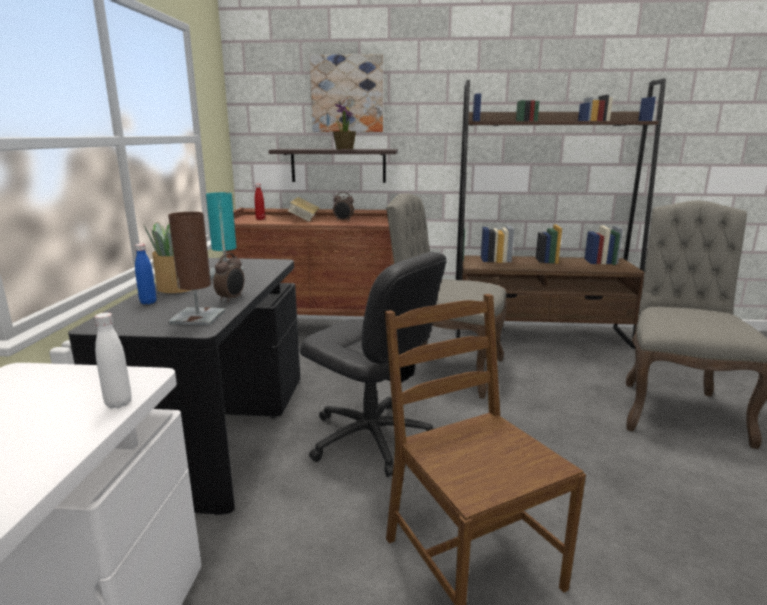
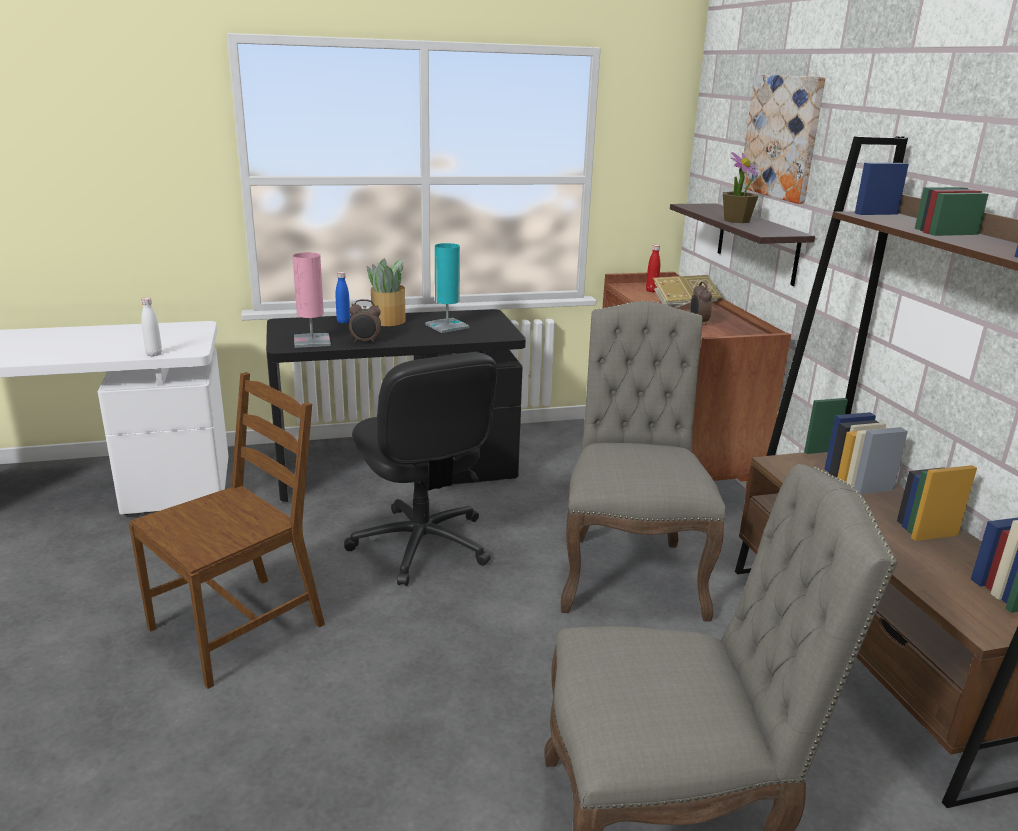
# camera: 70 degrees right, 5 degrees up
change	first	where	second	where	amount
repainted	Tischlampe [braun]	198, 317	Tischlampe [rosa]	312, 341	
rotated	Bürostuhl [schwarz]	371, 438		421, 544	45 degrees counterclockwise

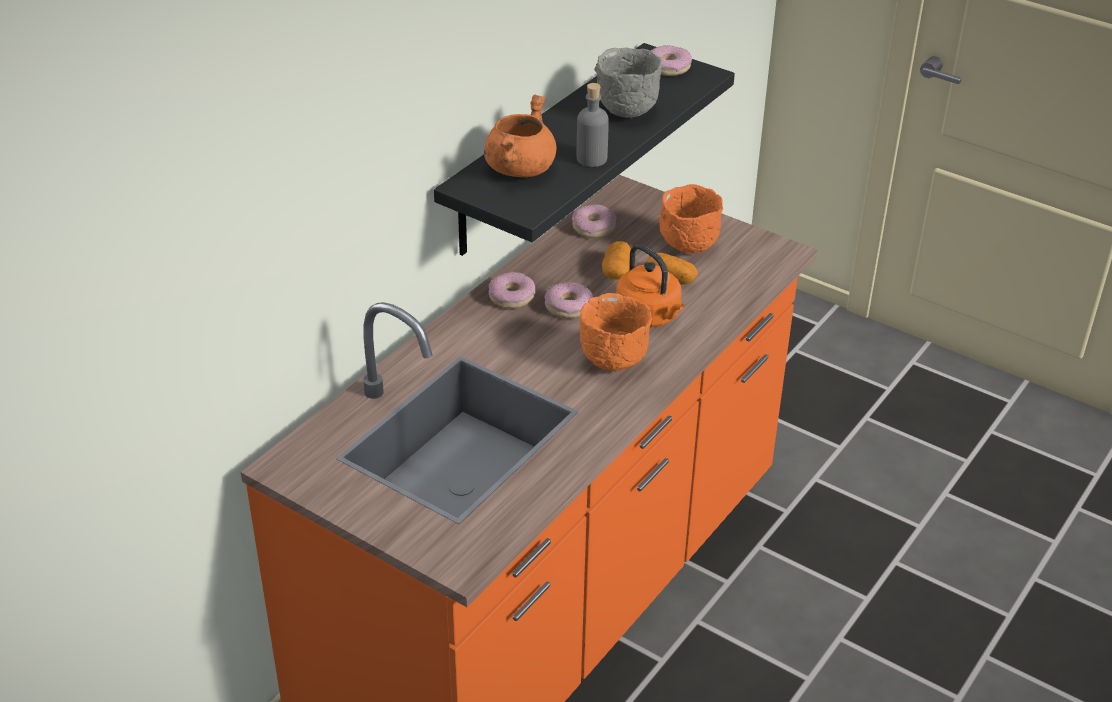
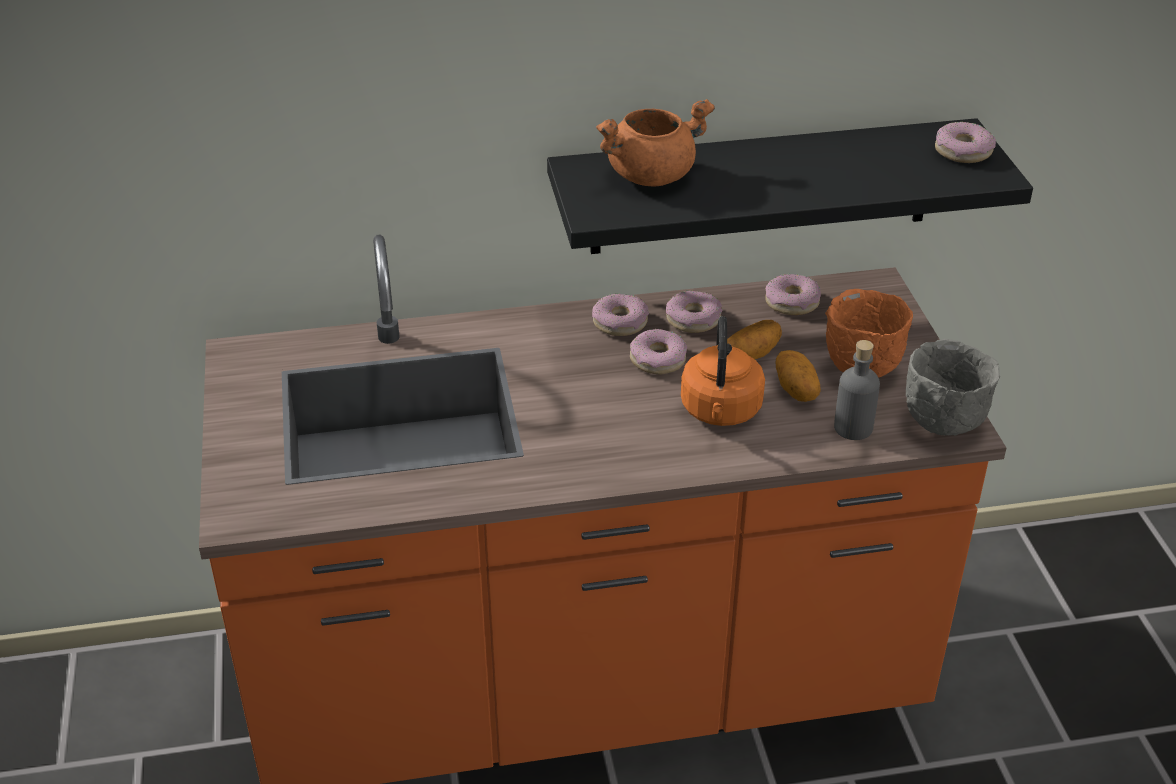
# camera: 45 degrees right, 0 degrees up
change	first	where	second	where	amount
new			Donut	693, 319	
shifted	Flasche [grau]	591, 159		853, 428	
shifted	Schüssel [grau]	625, 112		941, 423	
gone	Schüssel [orange]	612, 361			

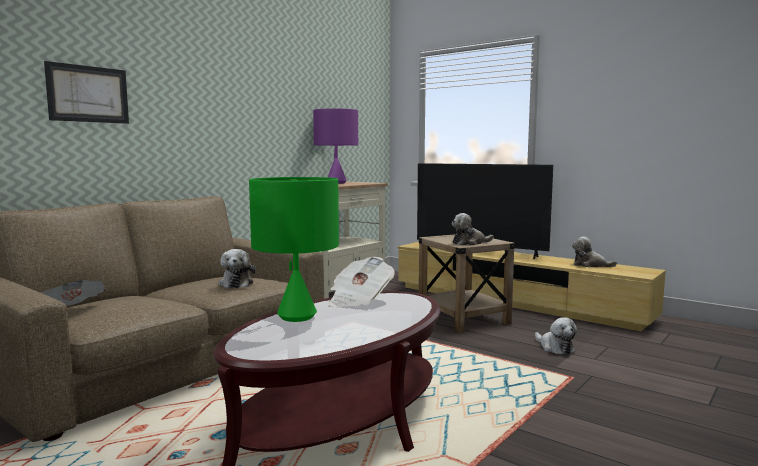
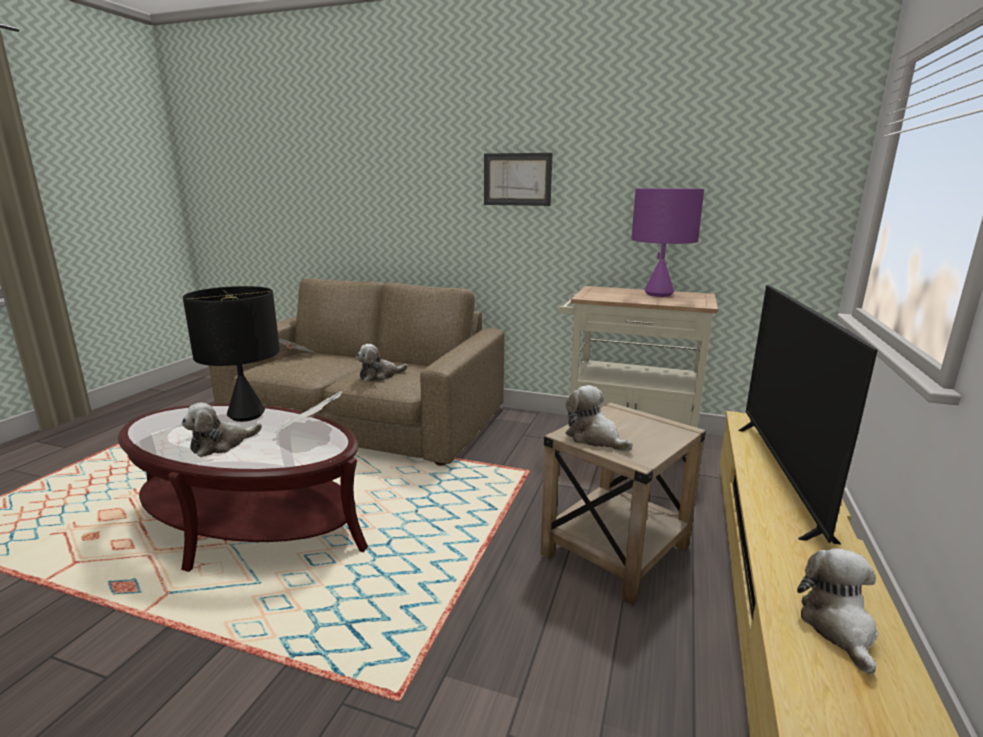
# camera: 70 degrees right, 10 degrees up
change	first	where	second	where	amount
shifted	Plüschtier	555, 348		221, 444	
repainted	Tischlampe [grün]	297, 317	Tischlampe [schwarz]	246, 416	
shifted	Bild	88, 94		517, 179	

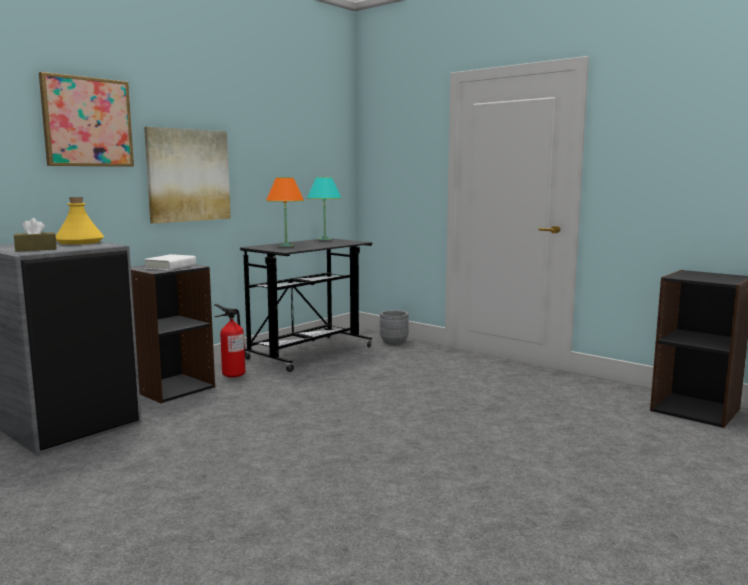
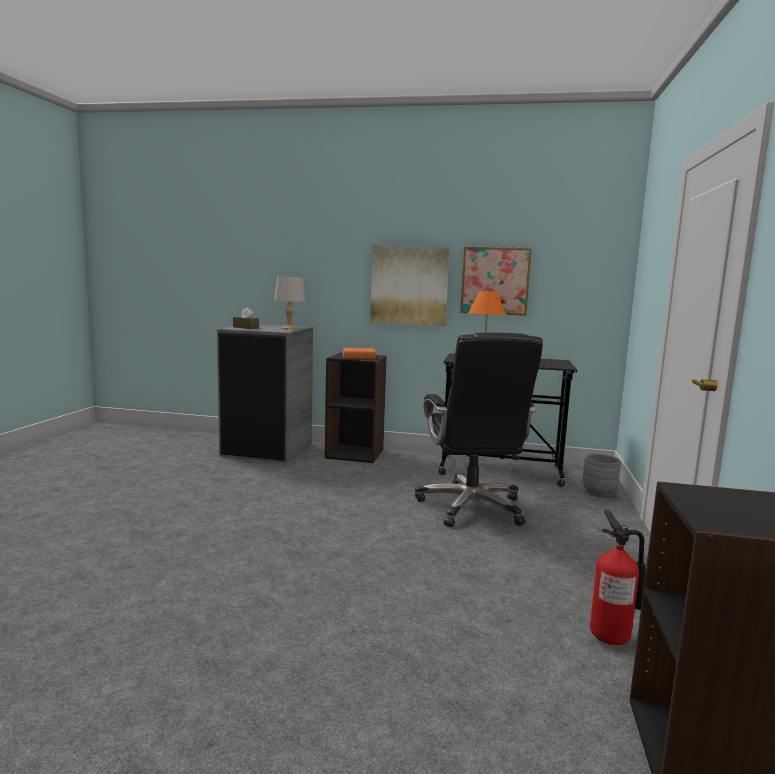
# camera: 60 degrees right, 0 degrees up
change	first	where	second	where	amount
swapped	Flasche [gelb]	79, 242	Tischlampe [grau]	290, 328	
repainted	Buch [weiß]	170, 267	Buch [orange]	358, 357	
new			Bürostuhl [schwarz]	471, 507	
shifted	Bild	87, 122		495, 281	
shifted	Feuerlöscher	234, 375		613, 636	
gone	Tischlampe [türkis]	324, 239			

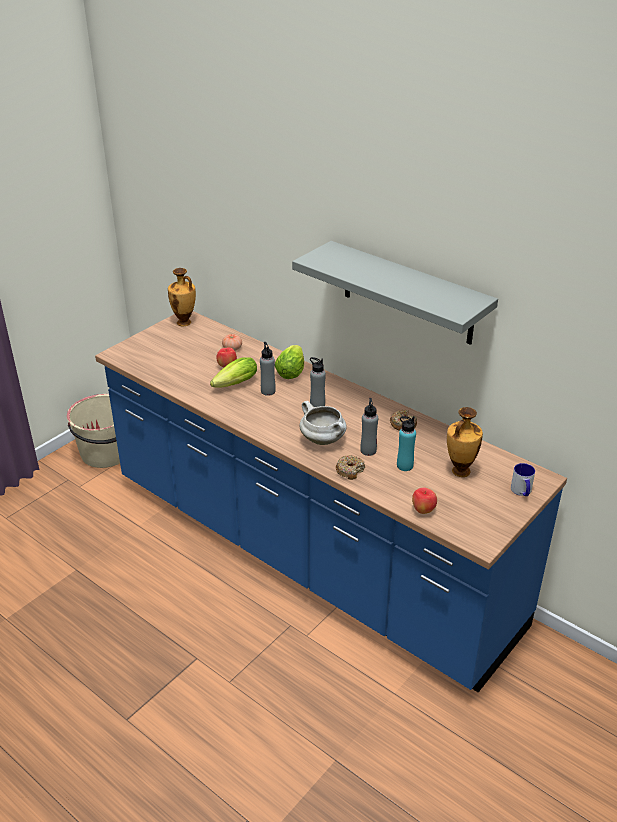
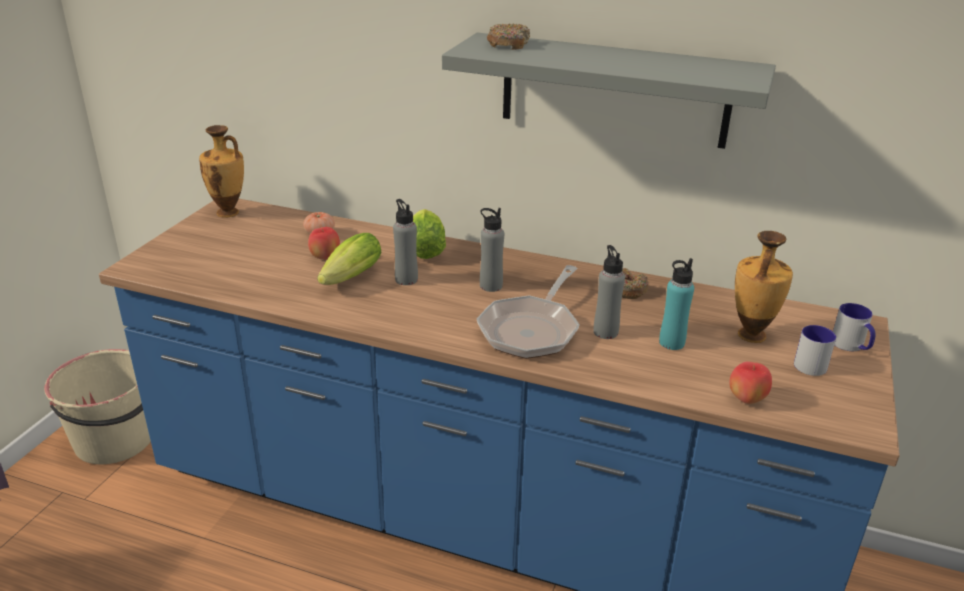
# camera: 20 degrees left, 5 degrees down
change	first	where	second	where	amount
swapped	Kochtopf [weiß]	323, 440	Pfanne	531, 329	
shifted	Donut	350, 470		508, 44	
new			Henkelbecher	814, 364	

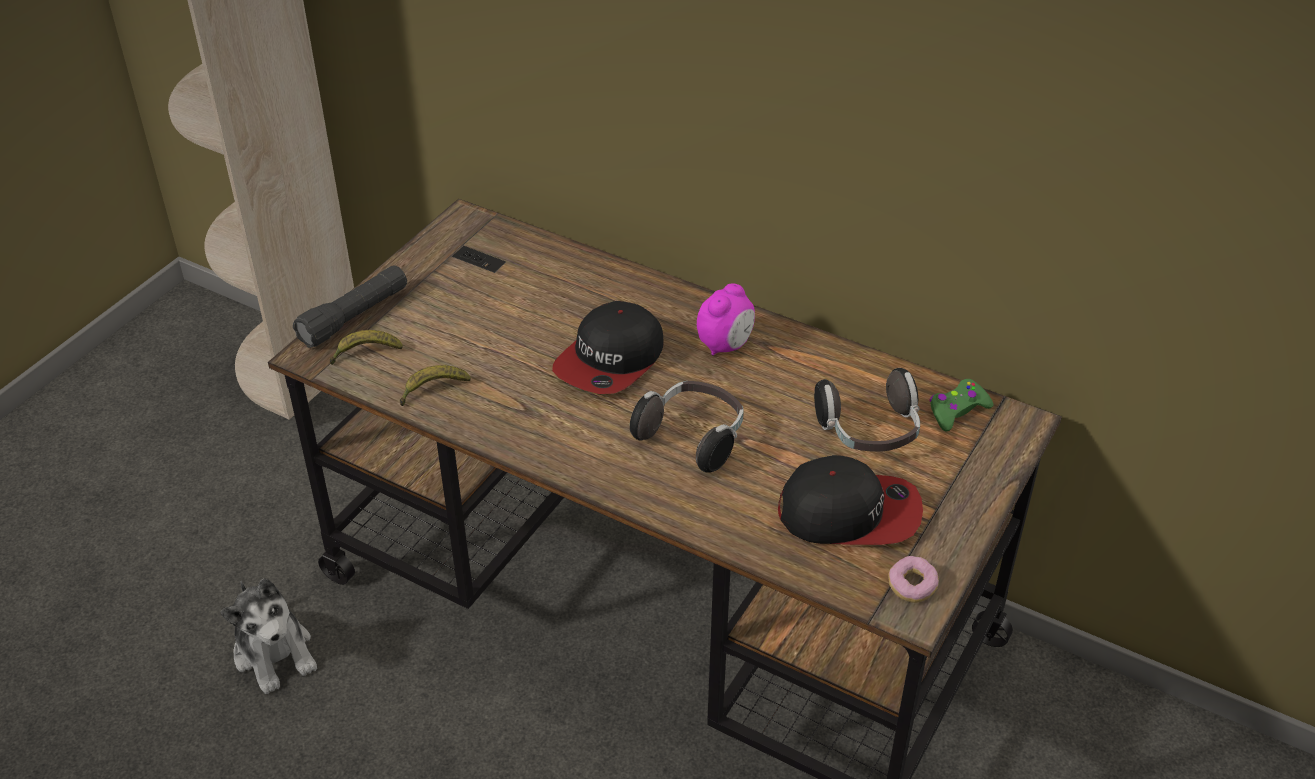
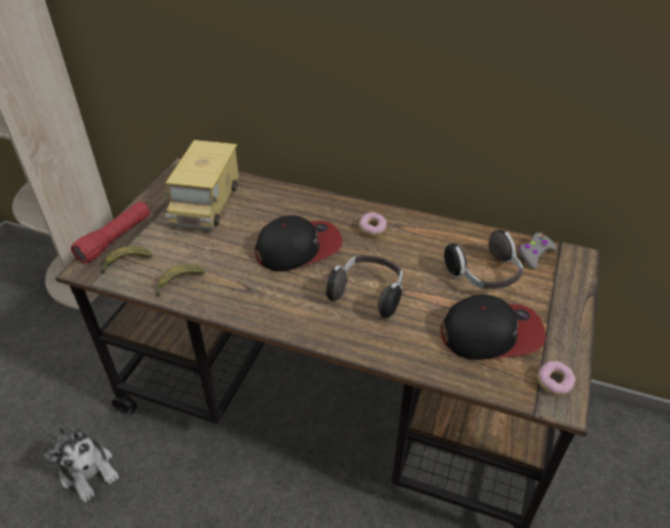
# camera: 10 degrees left, 0 degrees up
change	first	where	second	where	amount
repainted	Taschenlampe [schwarz]	354, 317	Taschenlampe [rot]	115, 239	
new			Spielzeuglaster	206, 202	
rotated	Kappe	610, 360		298, 248	135 degrees counterclockwise
swapped	Wecker	725, 345	Donut	372, 229	
repainted	Gamepad [grün]	957, 410	Gamepad [grau]	535, 254	

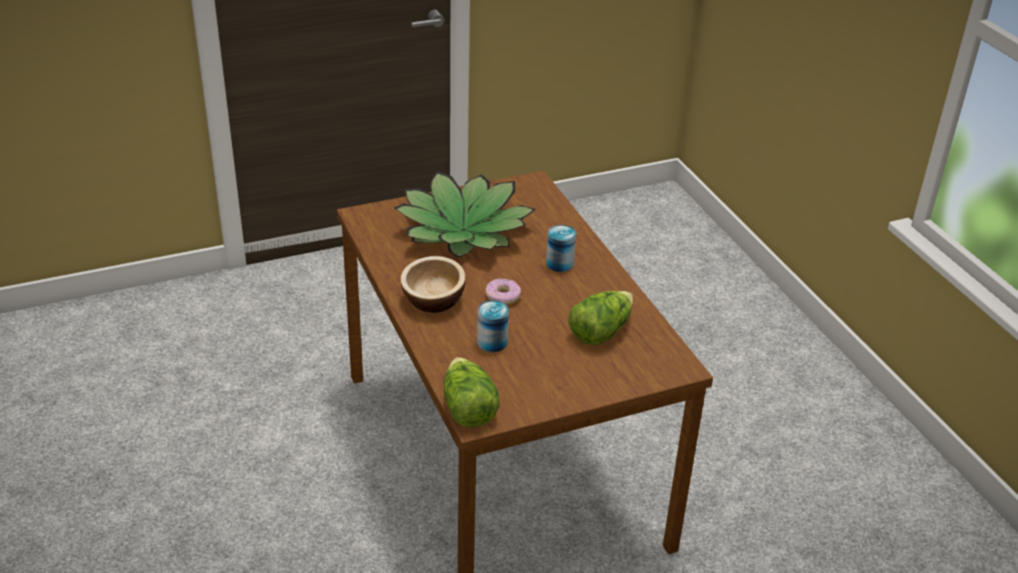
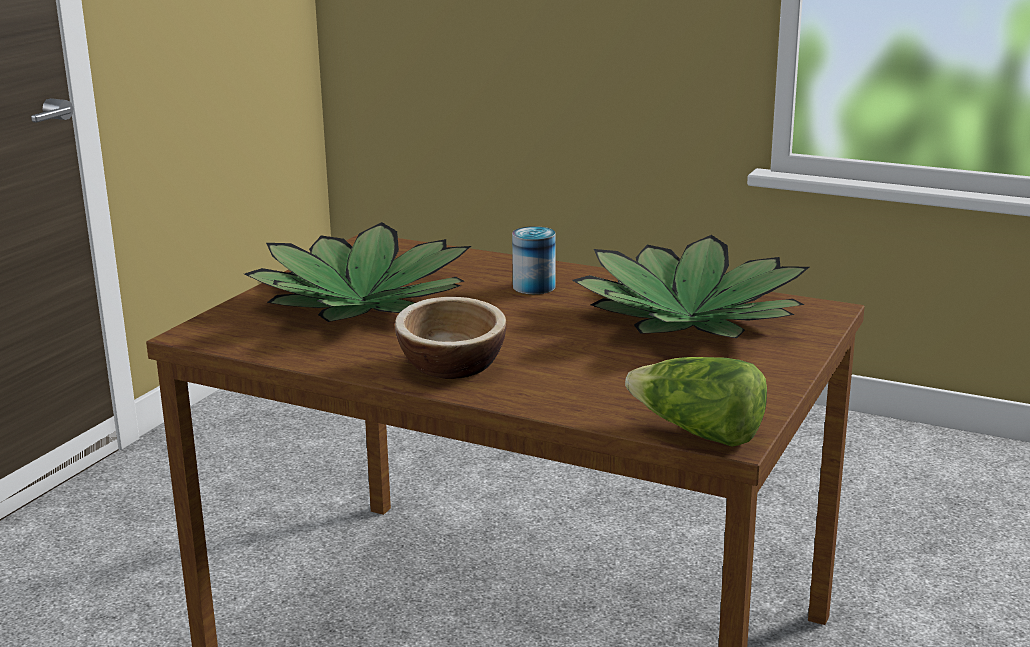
# camera: 40 degrees left, 15 degrees down
change	first	where	second	where	amount
swapped	Salatkopf	600, 331	Topfpflanze	690, 316	
gone	Dose	492, 342			
gone	Donut	502, 296			

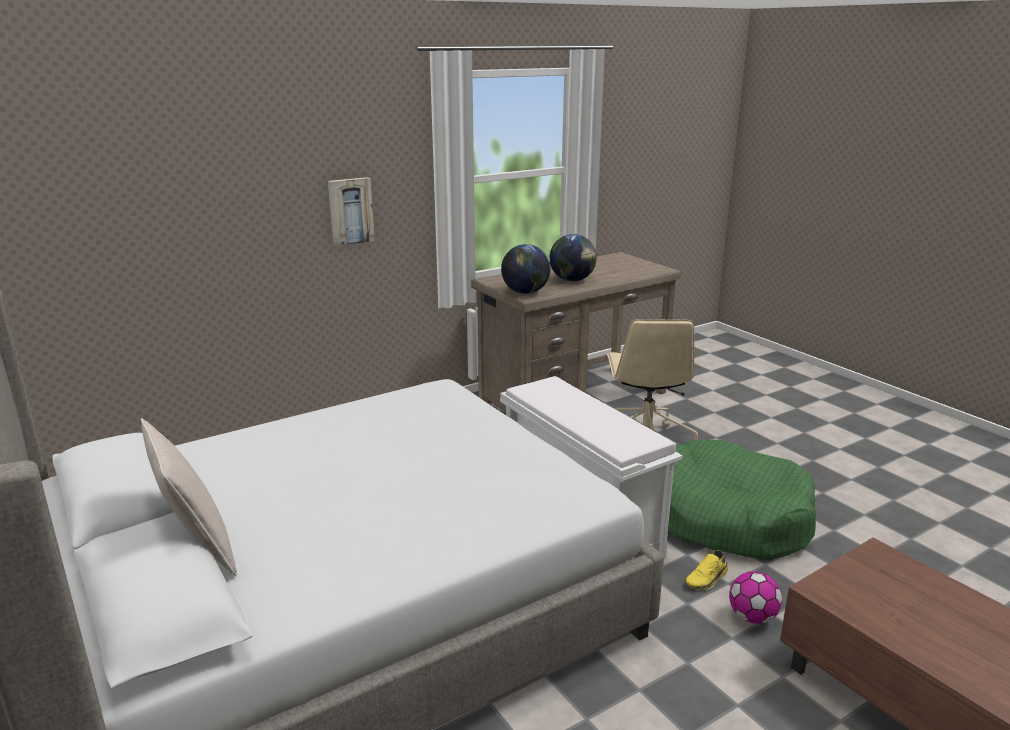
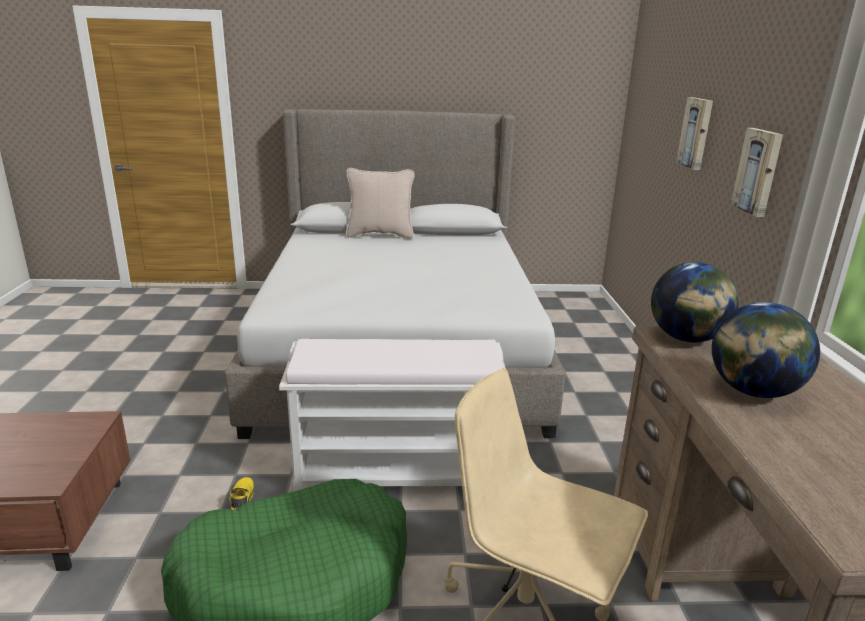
# camera: 120 degrees right, 0 degrees up
change	first	where	second	where	amount
new			Bild	696, 133	
gone	Fußball	752, 617			

